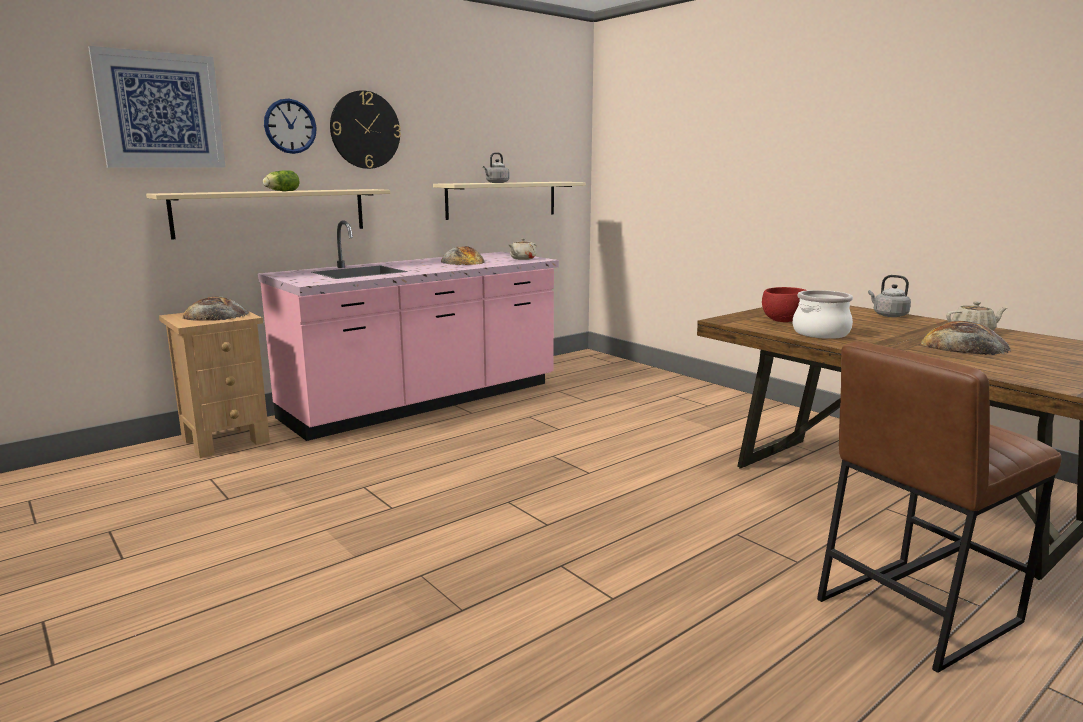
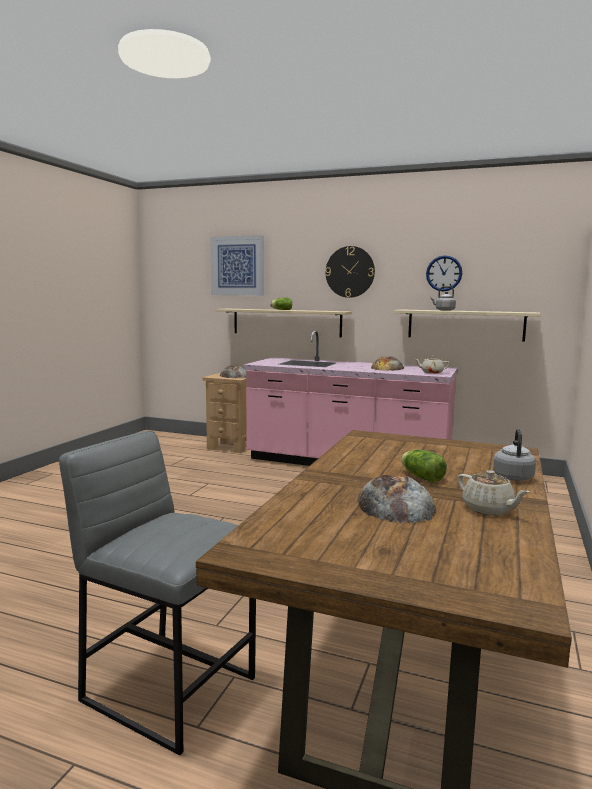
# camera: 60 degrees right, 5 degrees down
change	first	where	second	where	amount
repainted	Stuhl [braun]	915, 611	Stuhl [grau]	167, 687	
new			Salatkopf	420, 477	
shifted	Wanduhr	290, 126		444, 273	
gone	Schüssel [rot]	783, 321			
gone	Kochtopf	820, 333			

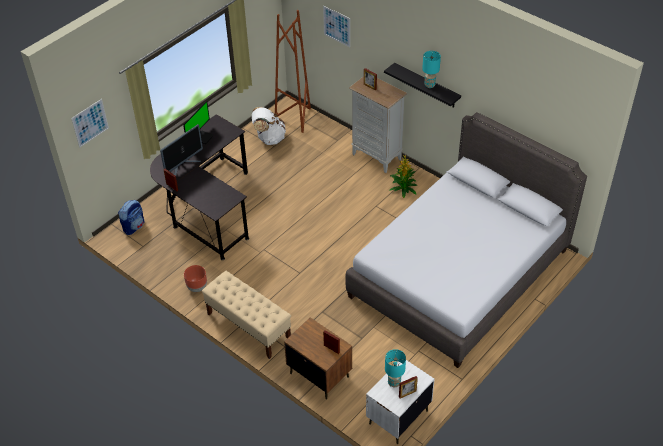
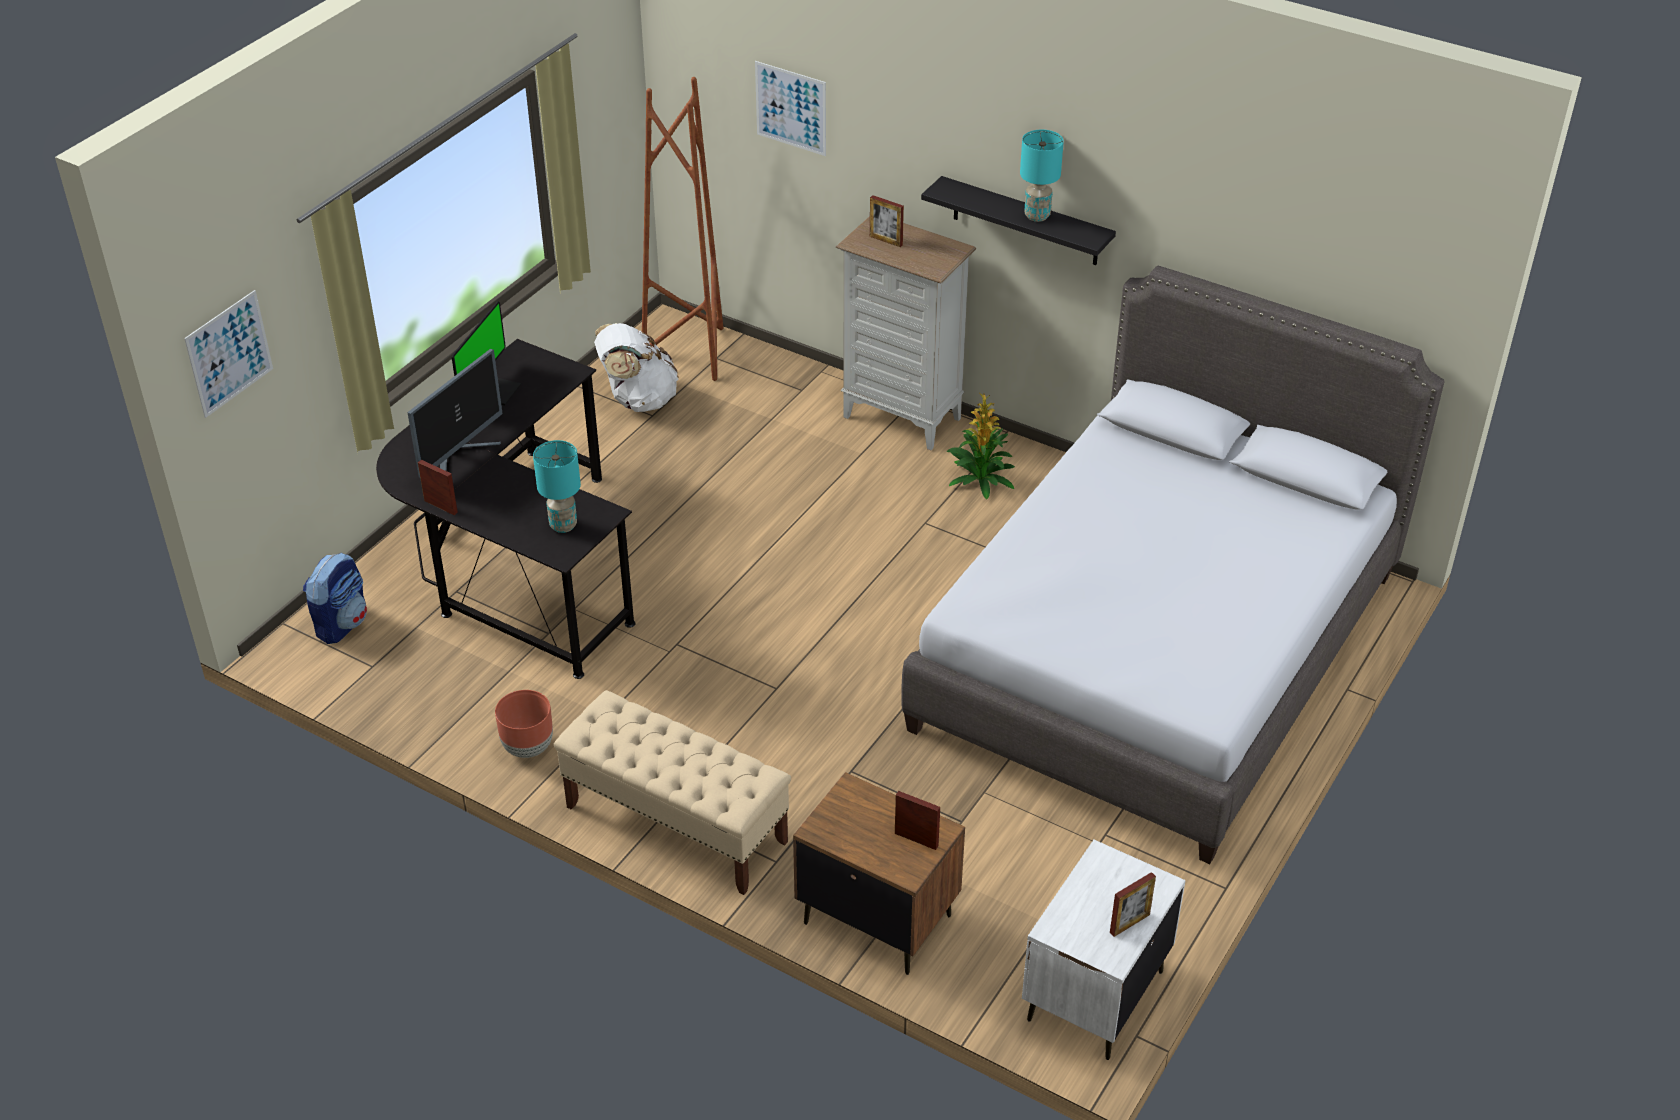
# camera: 10 degrees left, 5 degrees down
change	first	where	second	where	amount
shifted	Tischlampe [türkis]	394, 382		563, 525	

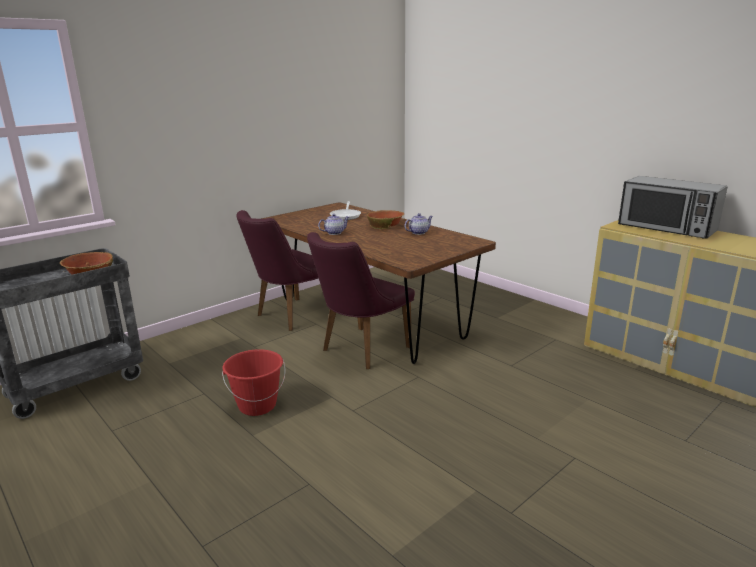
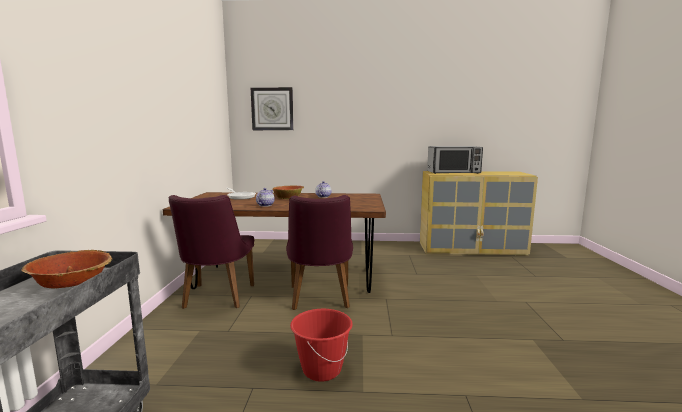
# camera: 45 degrees left, 10 degrees down
change	first	where	second	where	amount
new			Wanduhr	272, 109	

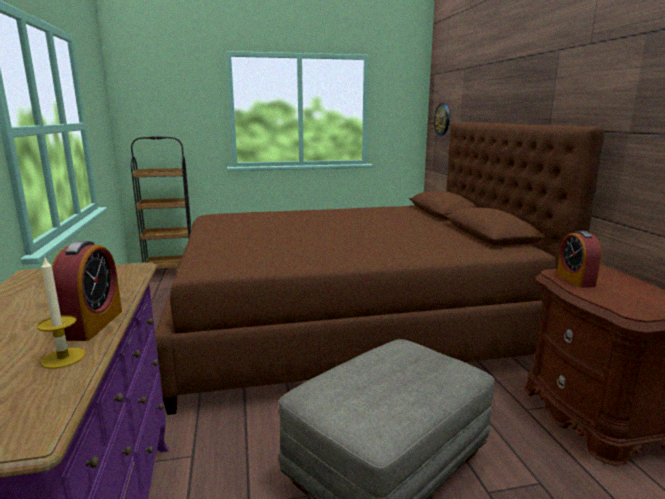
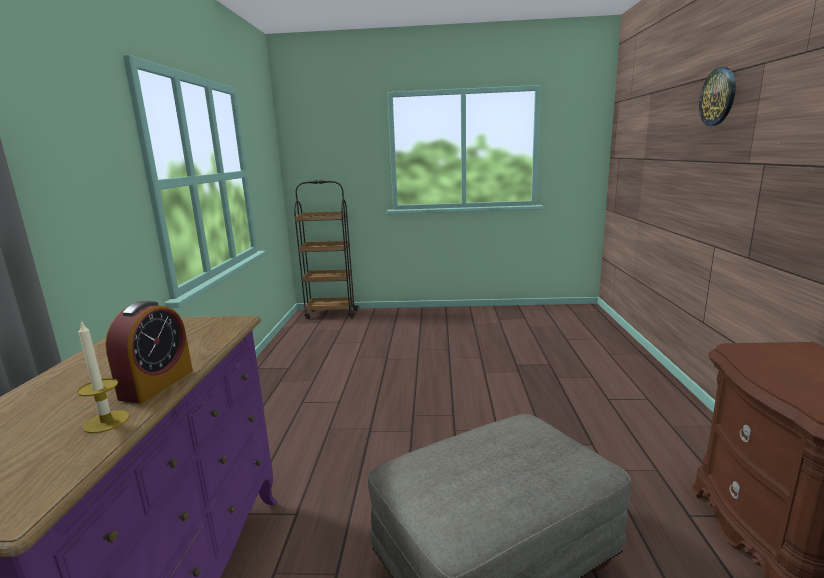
# camera: 15 degrees right, 0 degrees up
change	first	where	second	where	amount
shifted	Wanduhr	442, 119		718, 97	
gone	Bett [braun]	350, 326			
gone	Wecker	575, 280			

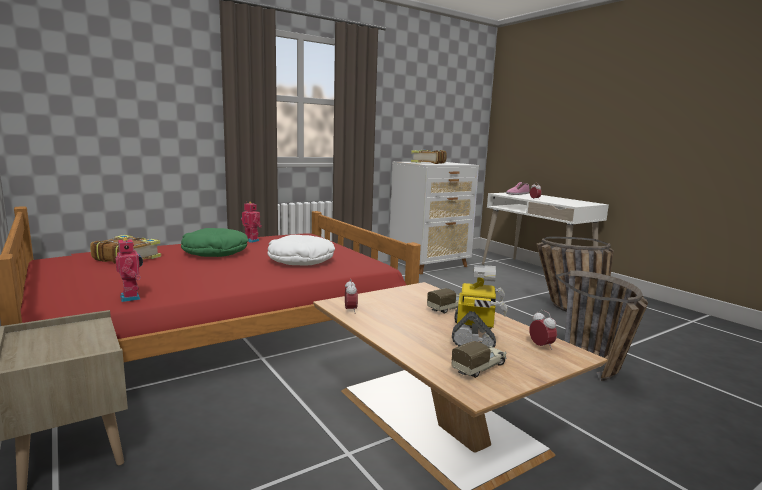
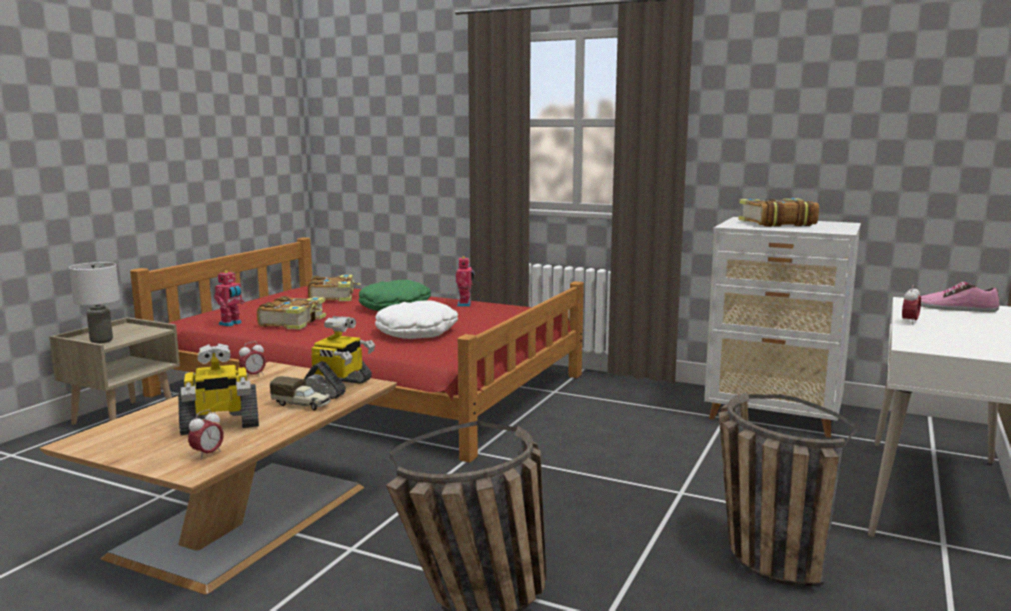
# camera: 60 degrees right, 0 degrees up
change	first	where	second	where	amount
new			Tischlampe [weiß]	101, 341	
new			Buch	294, 322	
new			Spielzeugroboter	339, 388	
gone	Spielzeuglaster	480, 368			

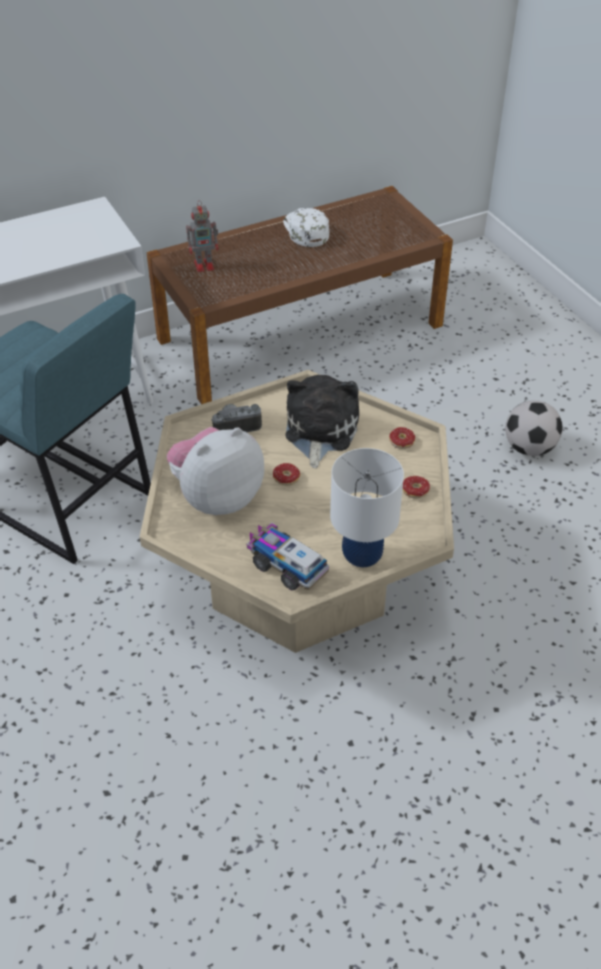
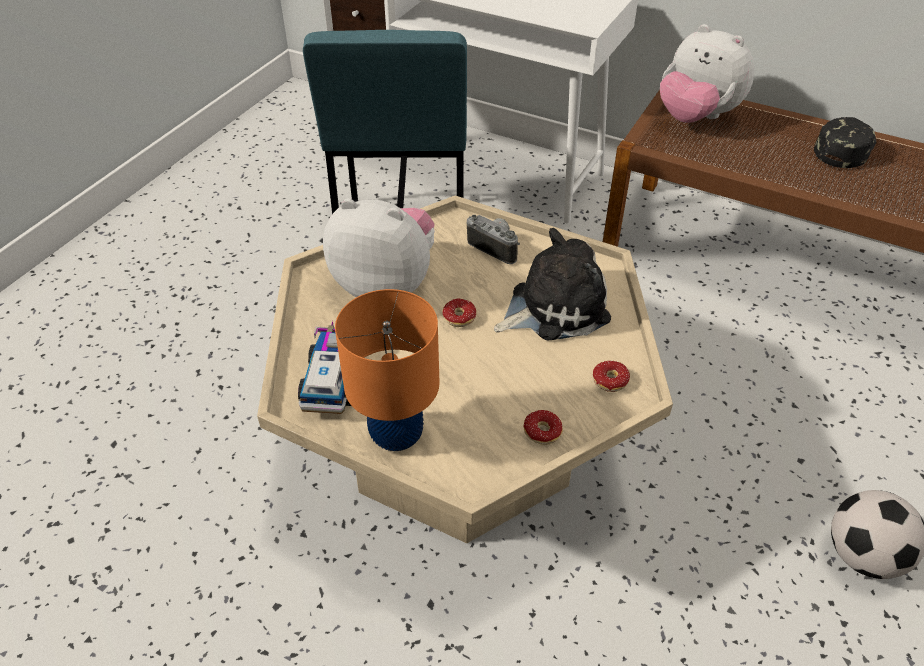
# camera: 55 degrees right, 0 degrees up
change	first	where	second	where	amount
repainted	Tischlampe [weiß]	360, 557	Tischlampe [orange]	394, 434	
swapped	Spielzeugroboter	205, 265	Plüschtier	696, 117	
repainted	Kappe [weiß]	305, 231	Kappe [schwarz]	843, 147	

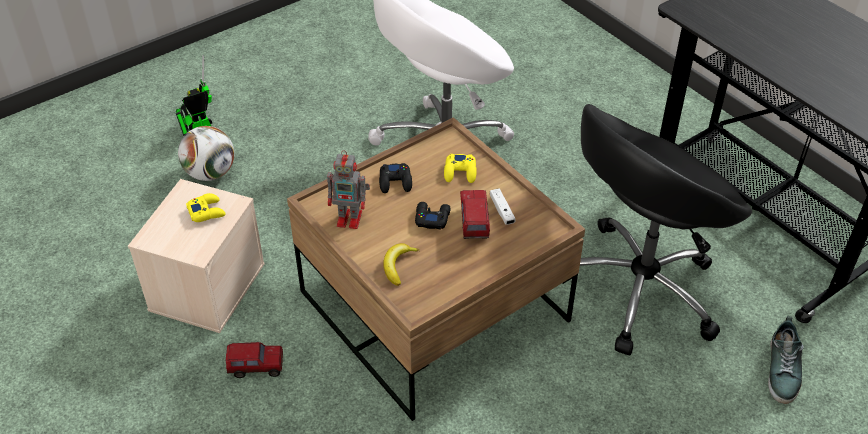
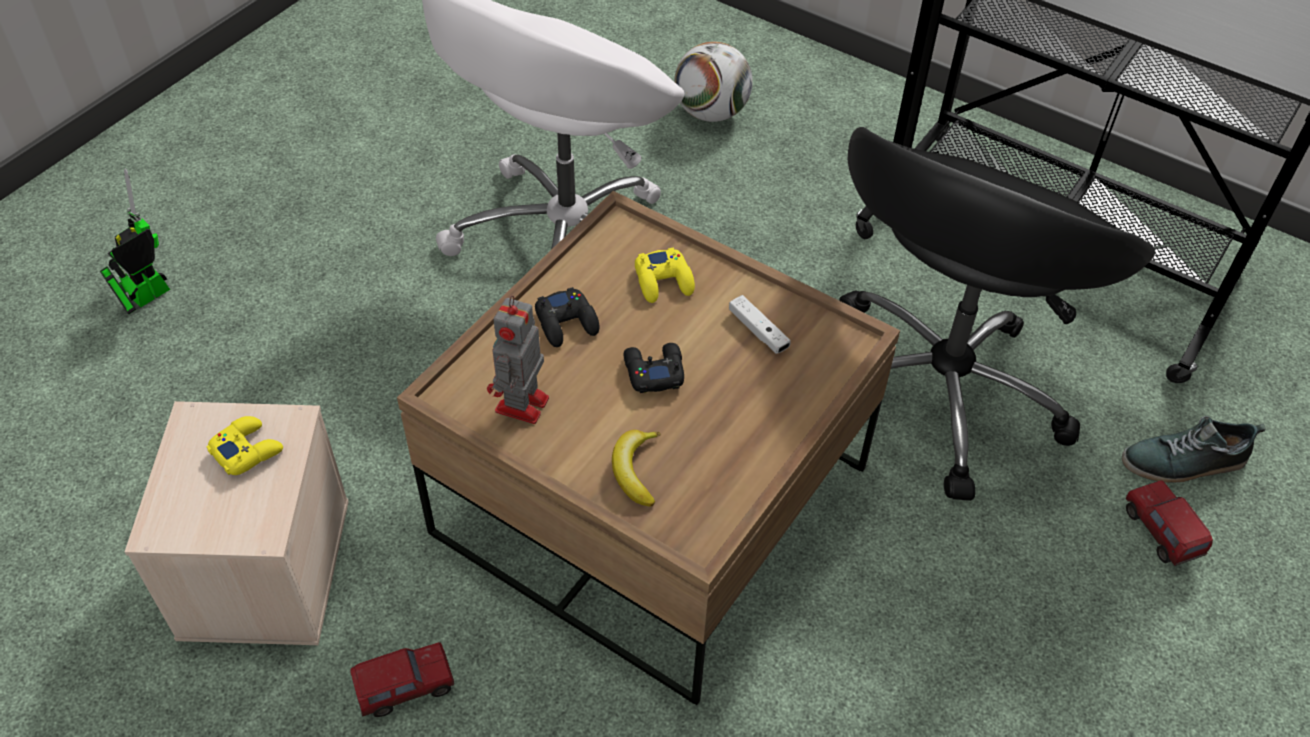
# camera: 20 degrees left, 5 degrees up
change	first	where	second	where	amount
rotated	Spielzeugroboter	351, 219		521, 406	120 degrees clockwise
shifted	Fußball	210, 173		711, 112	
rotated	Schuh	783, 370		1184, 462	90 degrees clockwise
shifted	Spielzeuglaster	473, 224		1159, 534	

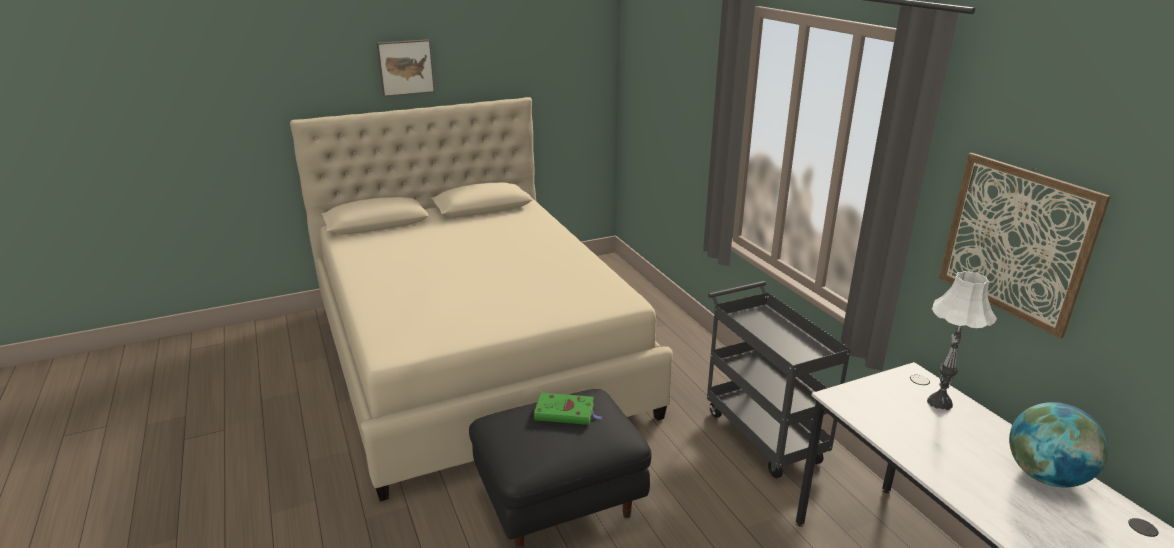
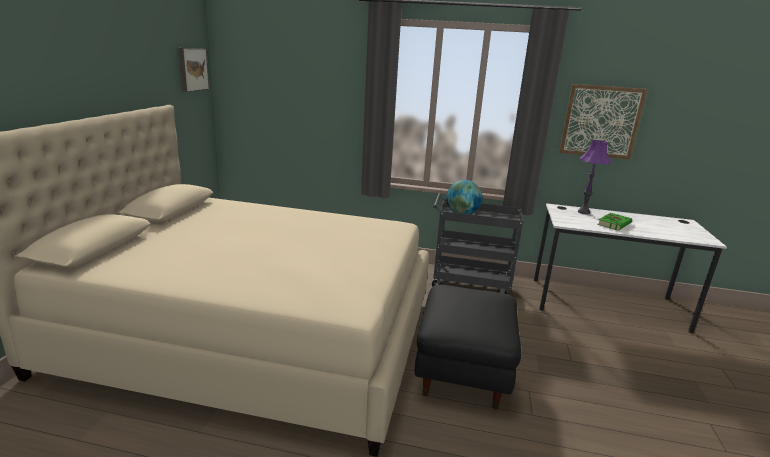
# camera: 55 degrees left, 5 degrees down
change	first	where	second	where	amount
shifted	Bild	405, 67		192, 69	
shifted	Globus	1046, 476		462, 214	
repainted	Tischlampe [weiß]	939, 404	Tischlampe [lila]	584, 212	
shifted	Buch [grün]	566, 412		614, 224	

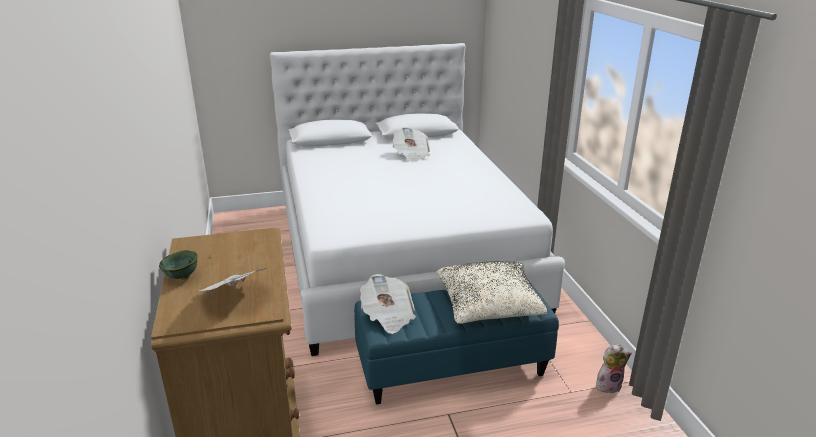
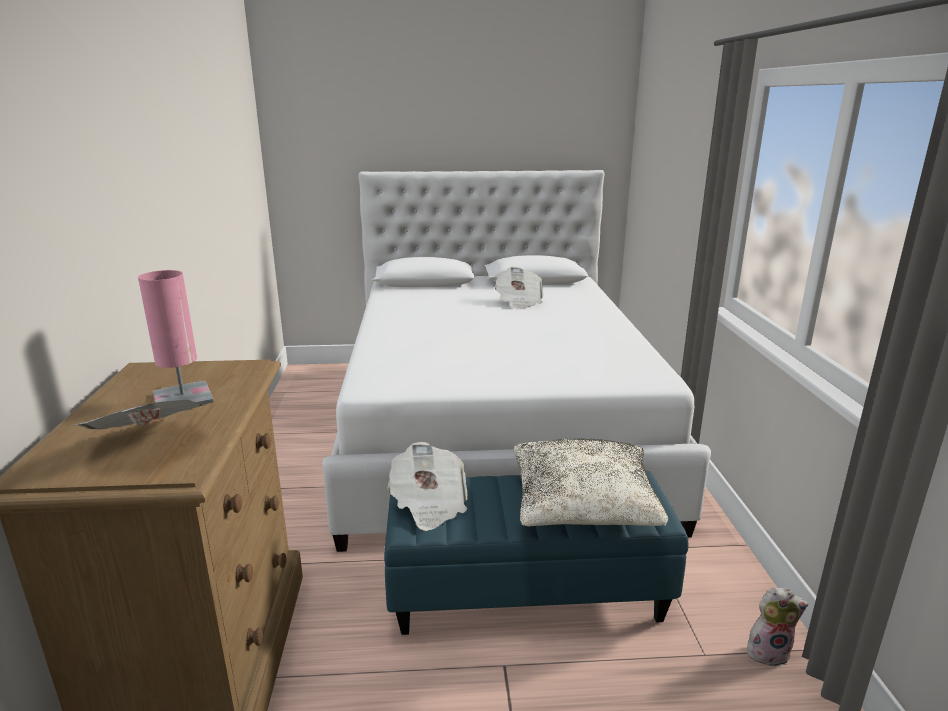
# camera: 10 degrees right, 5 degrees down
change	first	where	second	where	amount
new			Tischlampe [rosa]	183, 398	
gone	Schüssel [grün]	182, 277			

